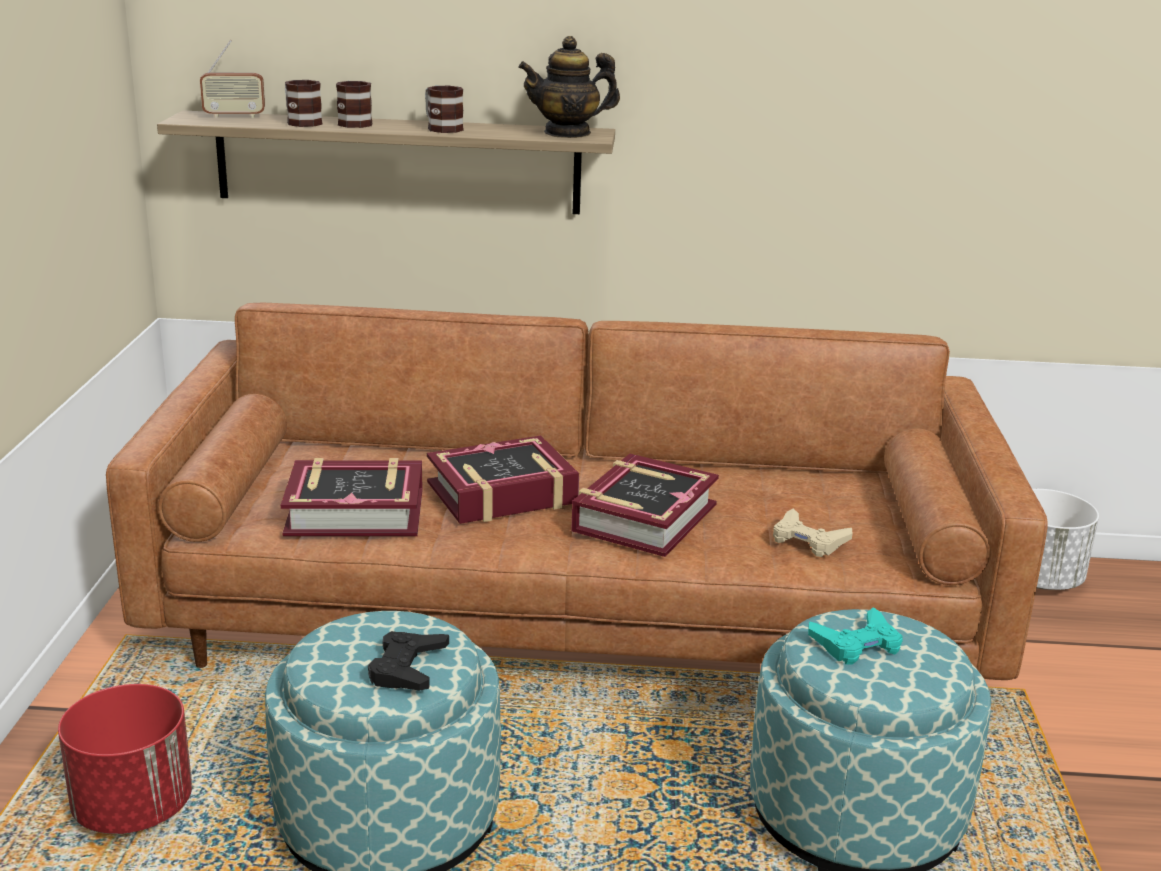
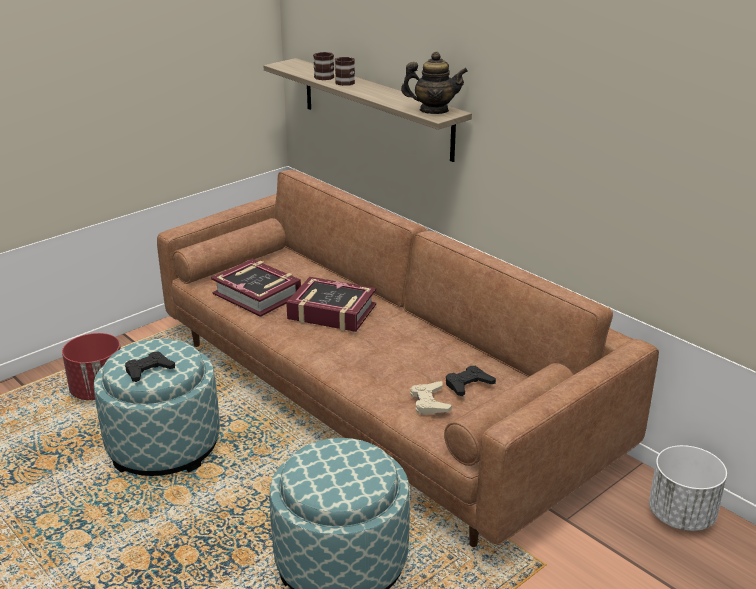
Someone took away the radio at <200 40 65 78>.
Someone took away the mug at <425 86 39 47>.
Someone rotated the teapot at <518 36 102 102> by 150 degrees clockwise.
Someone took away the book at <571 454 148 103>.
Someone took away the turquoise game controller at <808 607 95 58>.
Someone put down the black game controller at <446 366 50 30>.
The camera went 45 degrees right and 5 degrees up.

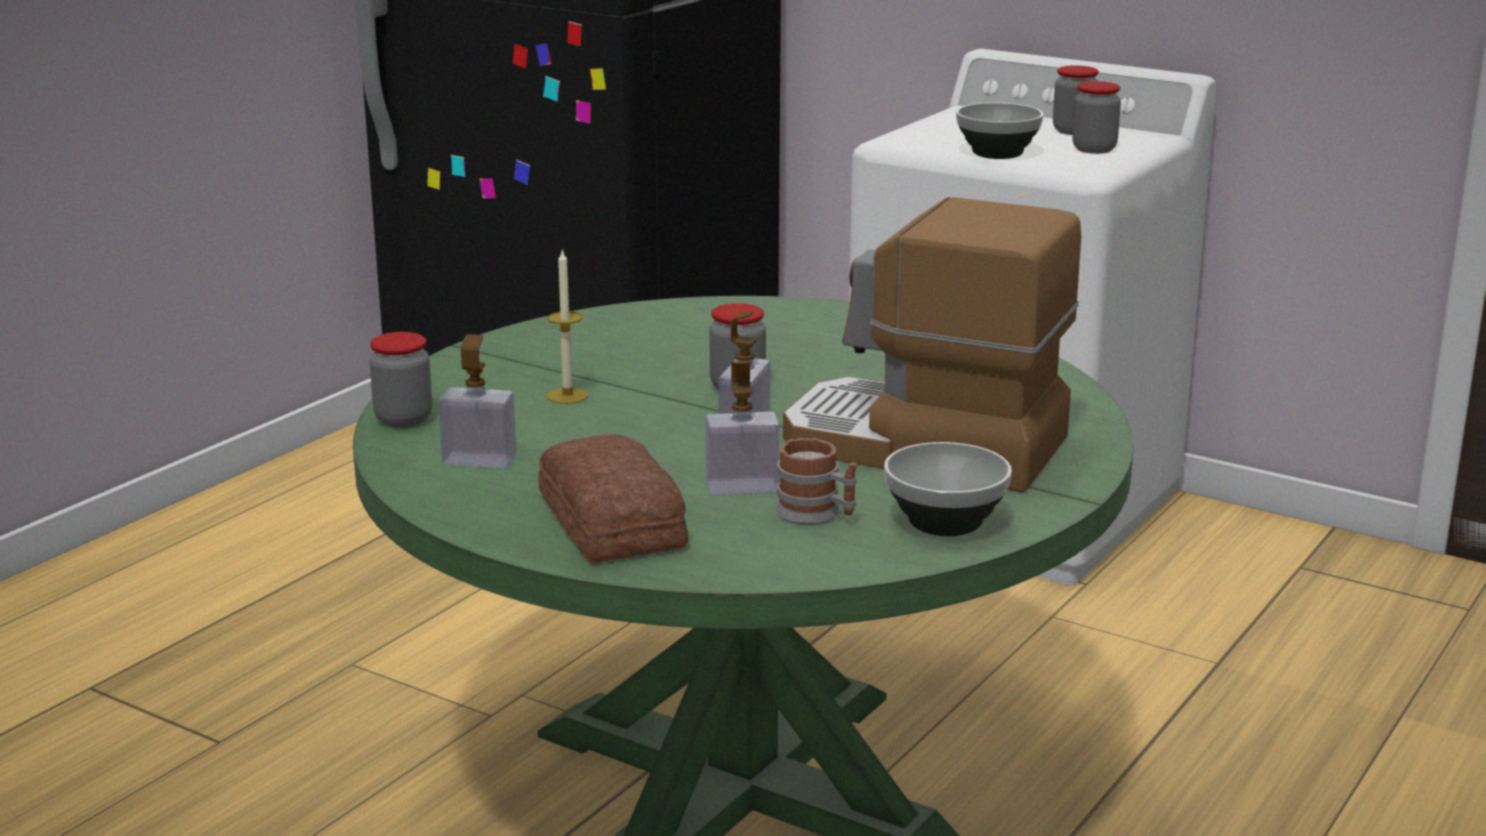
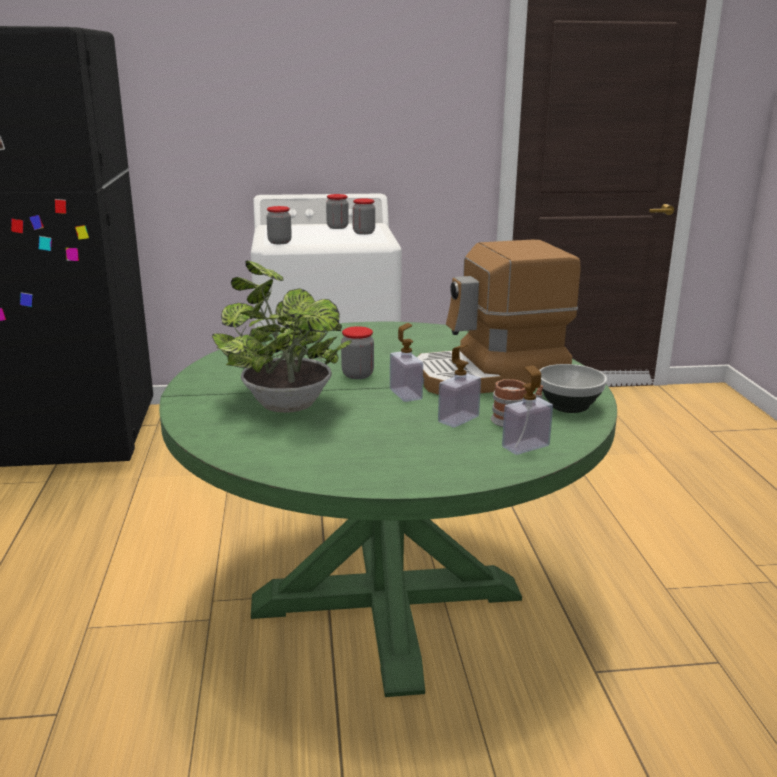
Someone carried the jar from <369 332 63 95> to <266 206 26 38>.
Someone carried the soap dispenser from <438 334 79 135> to <502 365 51 90>.
Someone took away the bread at <539 434 149 129>.
Someone swapped the candle at <547 248 41 156> for the potted plant at <212 260 140 153>.
Someone took away the bowl at <956 103 87 56>.
The camera went 40 degrees left and 0 degrees up.

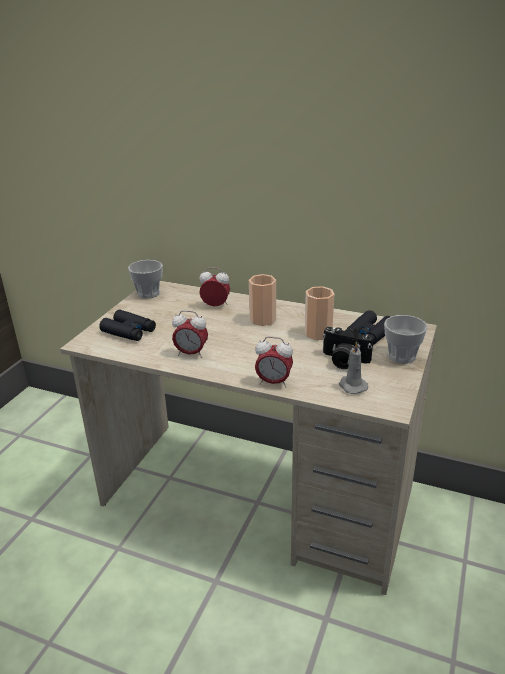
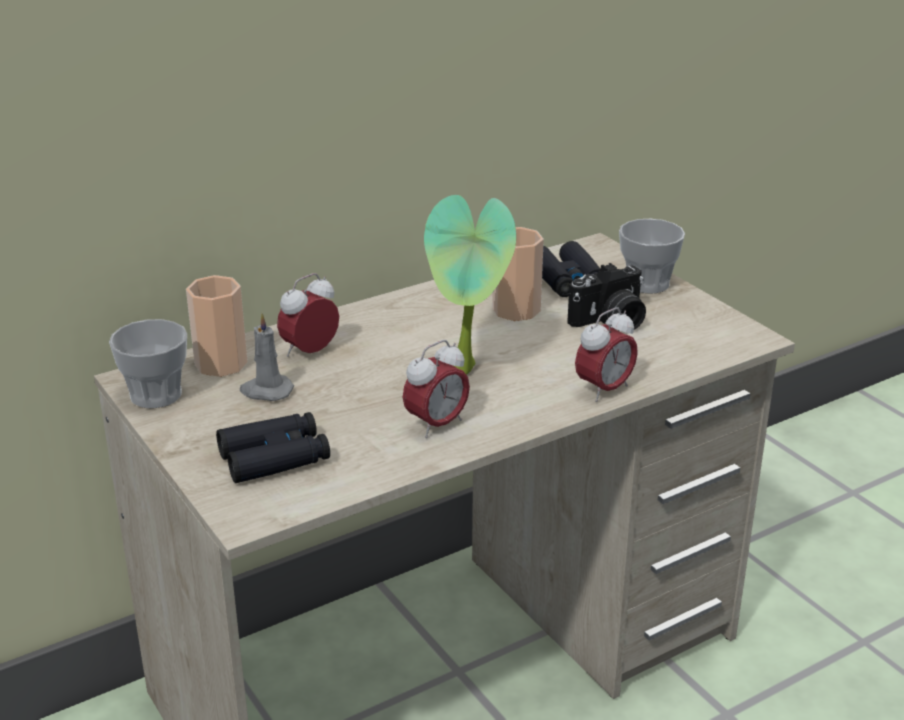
Someone carried the cup from <249 274 27 52> to <186 275 62 102>.
Someone carried the grey candle from <339 341 29 53> to <240 313 54 88>.
Someone put down the potted plant at <424 195 92 180>.
The camera went 55 degrees left and 0 degrees up.

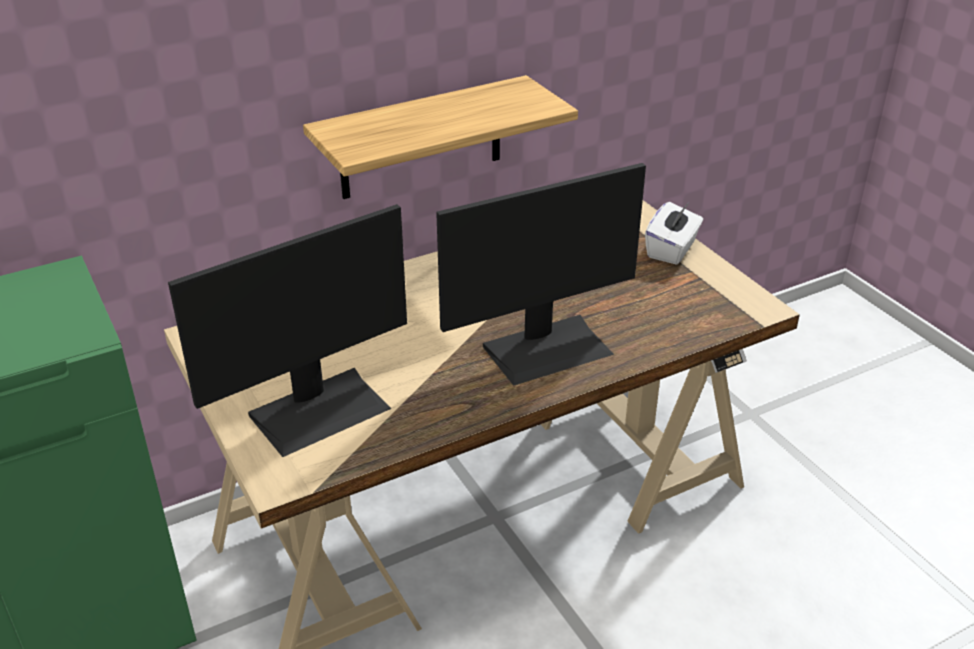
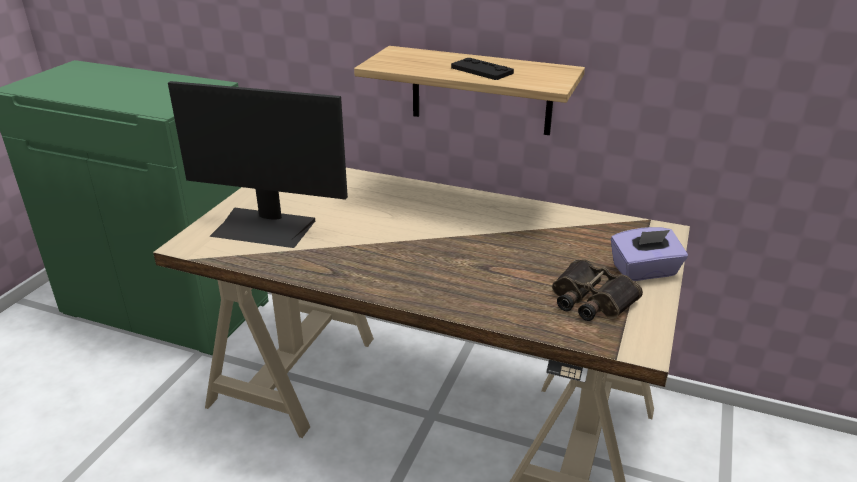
Someone took away the monitor at <436 163 210 223>.
Someone repainted the white tissue box at <645 202 58 63>, which became the purple tissue box at <611 227 77 54>.
Someone put down the black game controller at <451 58 63 22>.
Someone put down the binoculars at <552 259 91 62>.
The camera went 50 degrees right and 5 degrees down.

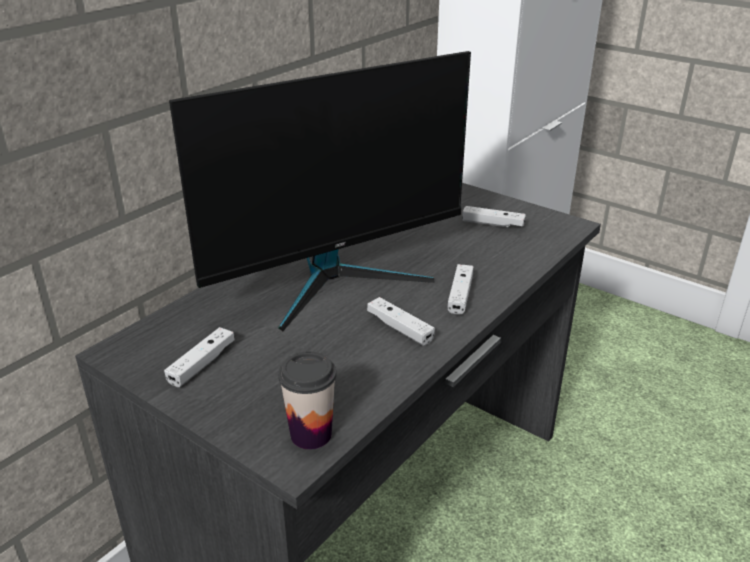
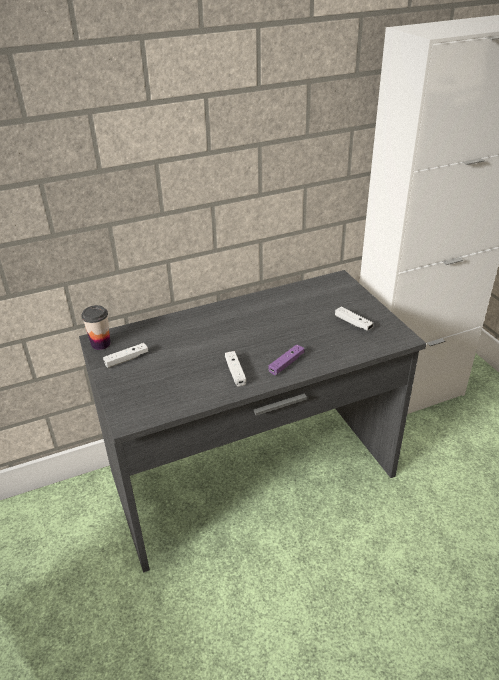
Someone took away the monitor at <169 51 302 280>.
Someone carried the cup from <278 351 58 99> to <81 305 29 45>.
Someone repainted the white game controller at <448 264 26 51>, which became the purple game controller at <268 344 37 31>.
The camera went 30 degrees right and 5 degrees up.

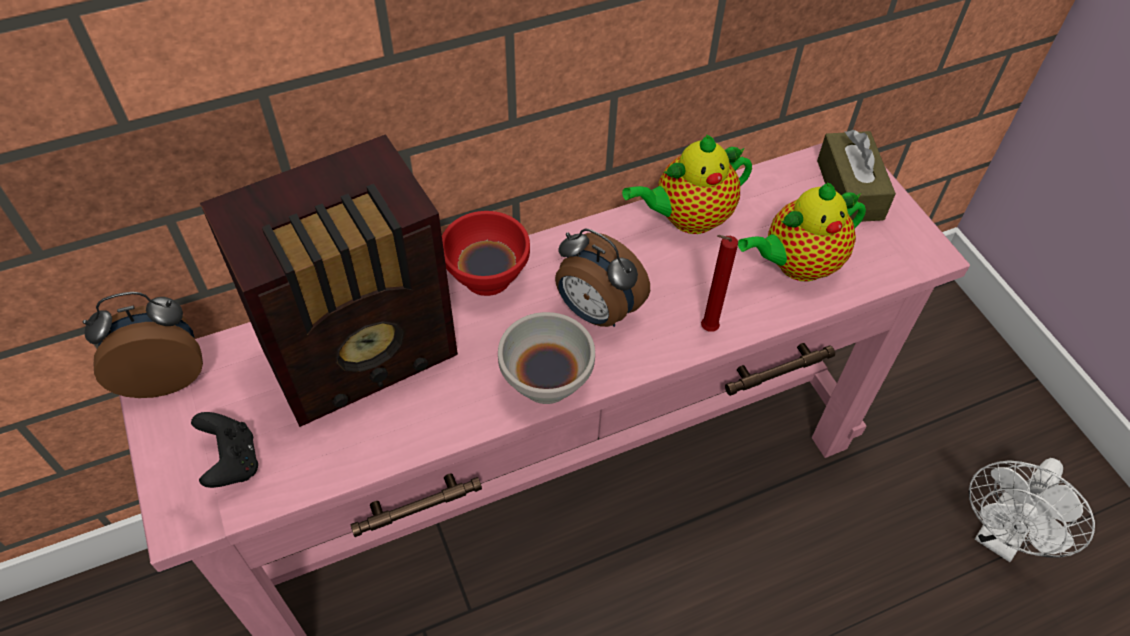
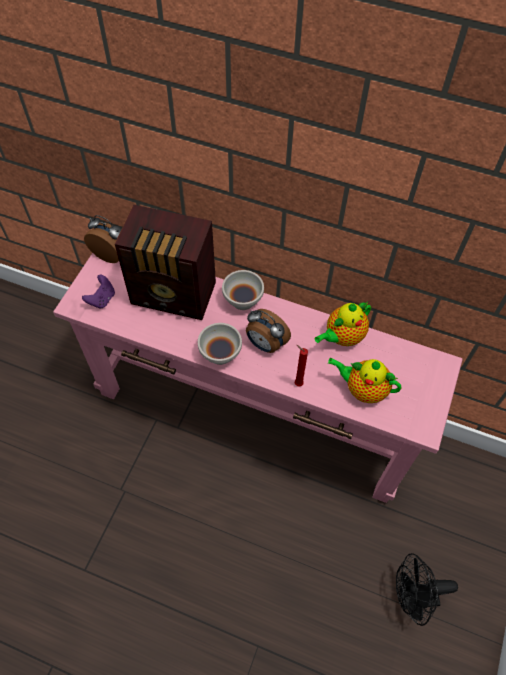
Someone repainted the black game controller at <191 412 67 76>, which became the purple game controller at <82 275 33 34>.
Someone repainted the red bowl at <442 211 88 85>, which became the white bowl at <222 270 42 40>.
Someone rotated the alarm clock at <555 229 95 98> by 45 degrees counterclockwise.
Someone rotated the teapot at <622 135 130 99> by 60 degrees counterclockwise.
Someone took away the brown tissue box at <817 130 79 92>.
Someone repainted the white fan at <969 458 126 104>, which became the black fan at <396 553 62 73>.
The camera went 45 degrees right and 5 degrees up.

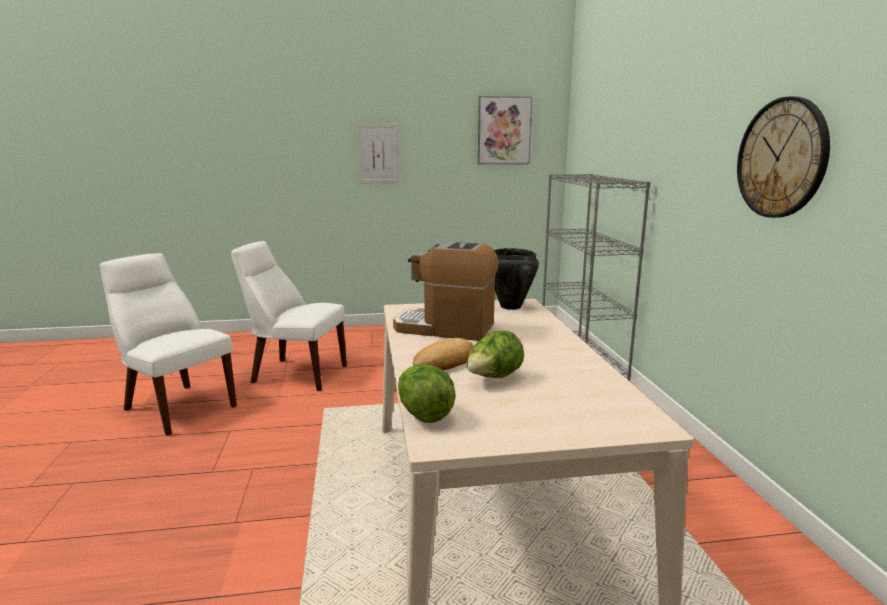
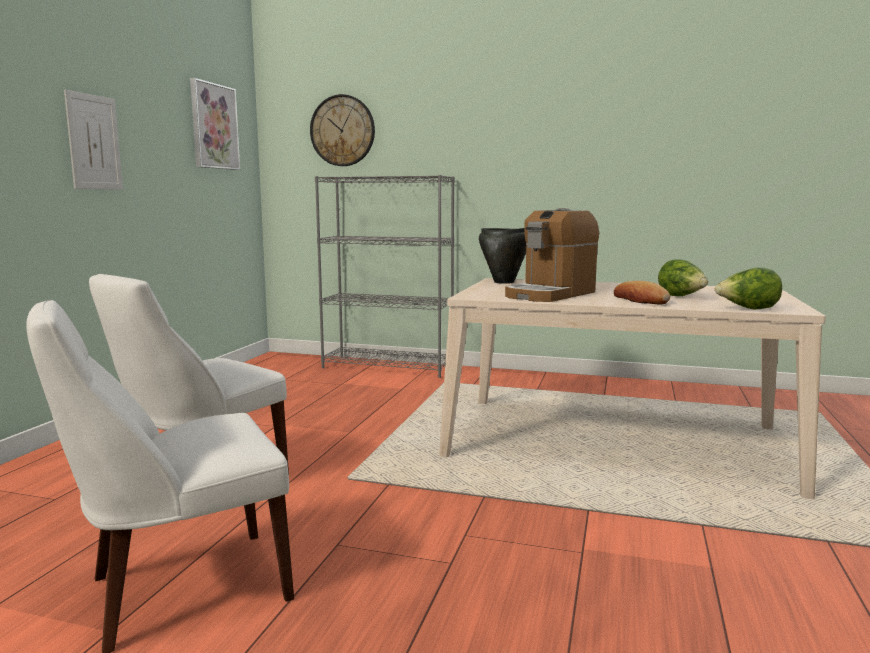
Someone carried the wall clock from <737 97 93 121> to <310 94 65 72>.
The camera went 65 degrees left and 5 degrees down.

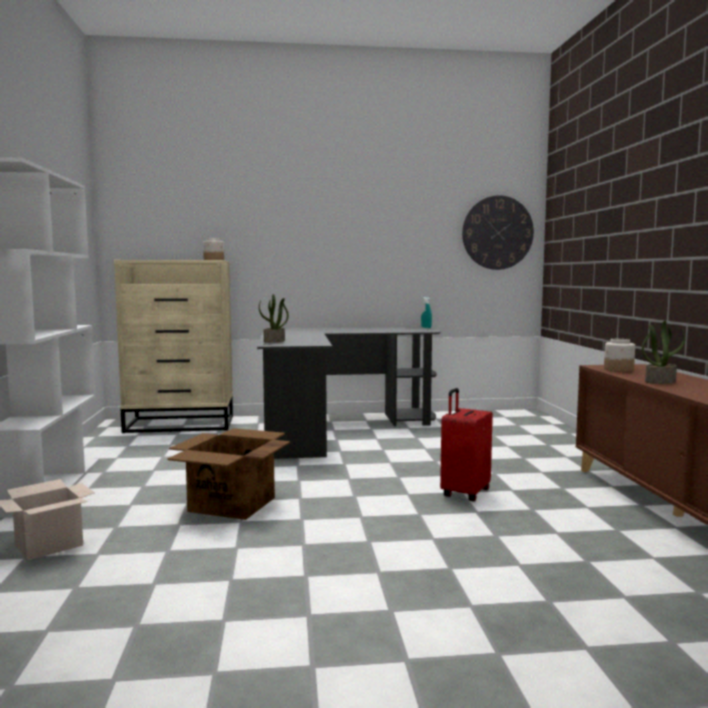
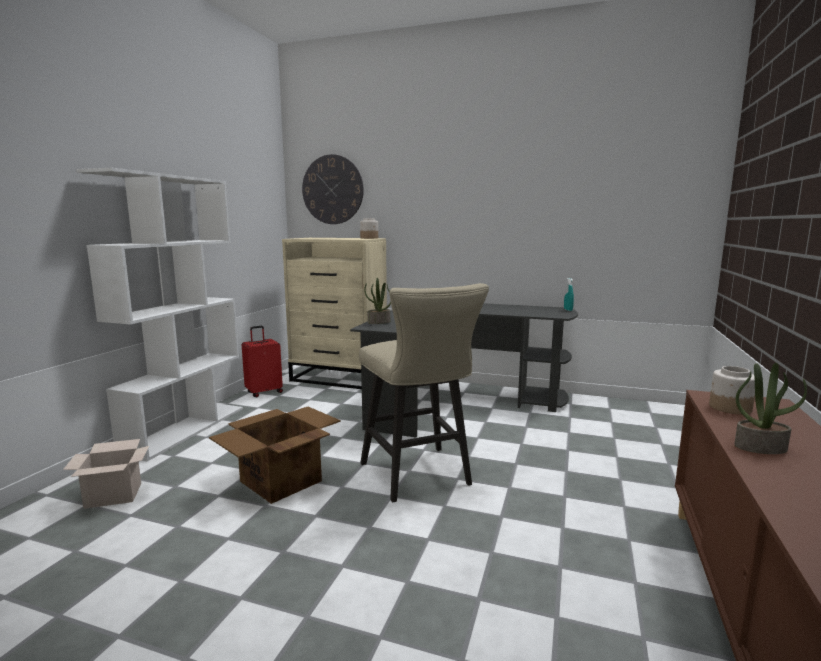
Someone carried the red suitcase from <440 388 53 114> to <242 326 41 72>.
Someone carried the wall clock from <462 195 72 75> to <302 154 62 70>.
Someone put down the beige stool at <359 283 130 219>.
The camera went 25 degrees right and 5 degrees up.

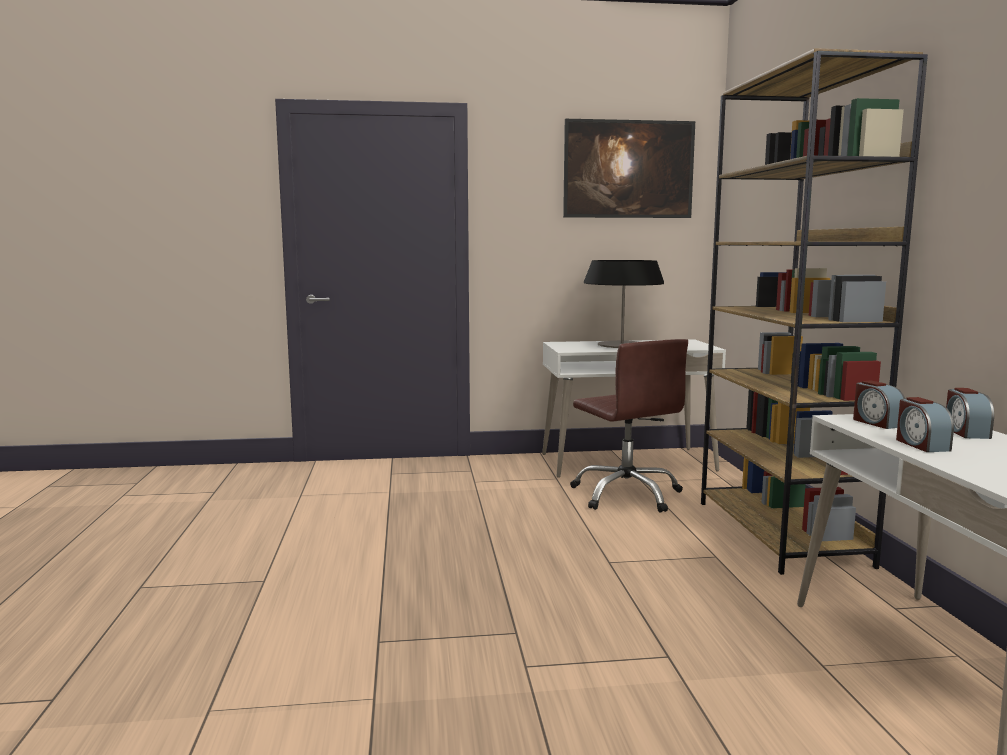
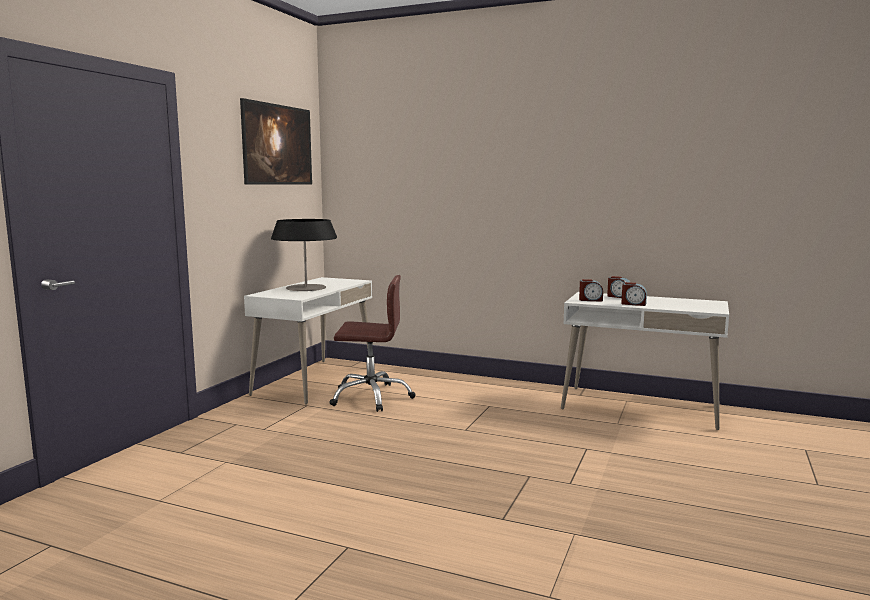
Someone took away the brown bookcase at <701 48 227 527>.
The camera went 60 degrees left and 0 degrees up.

